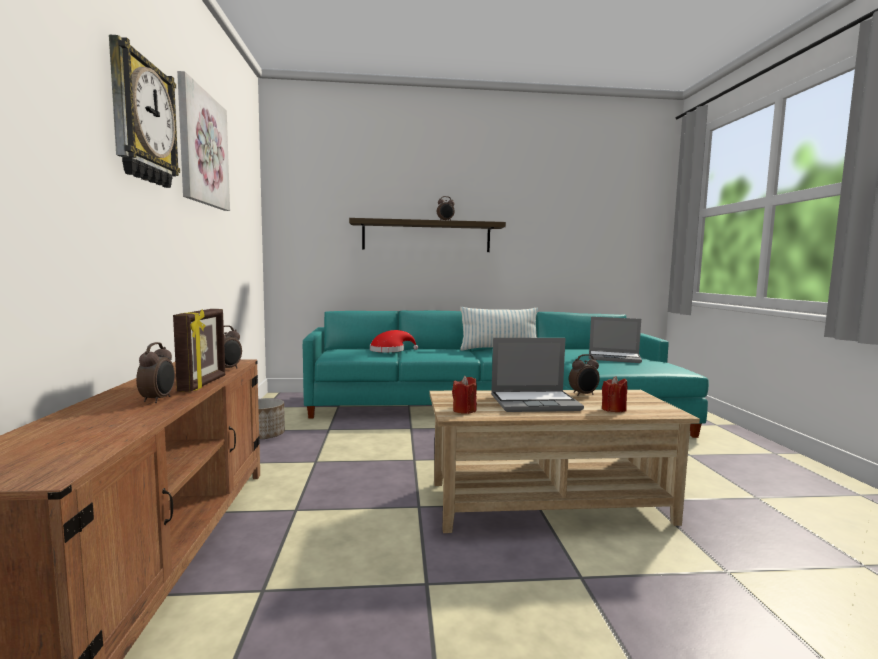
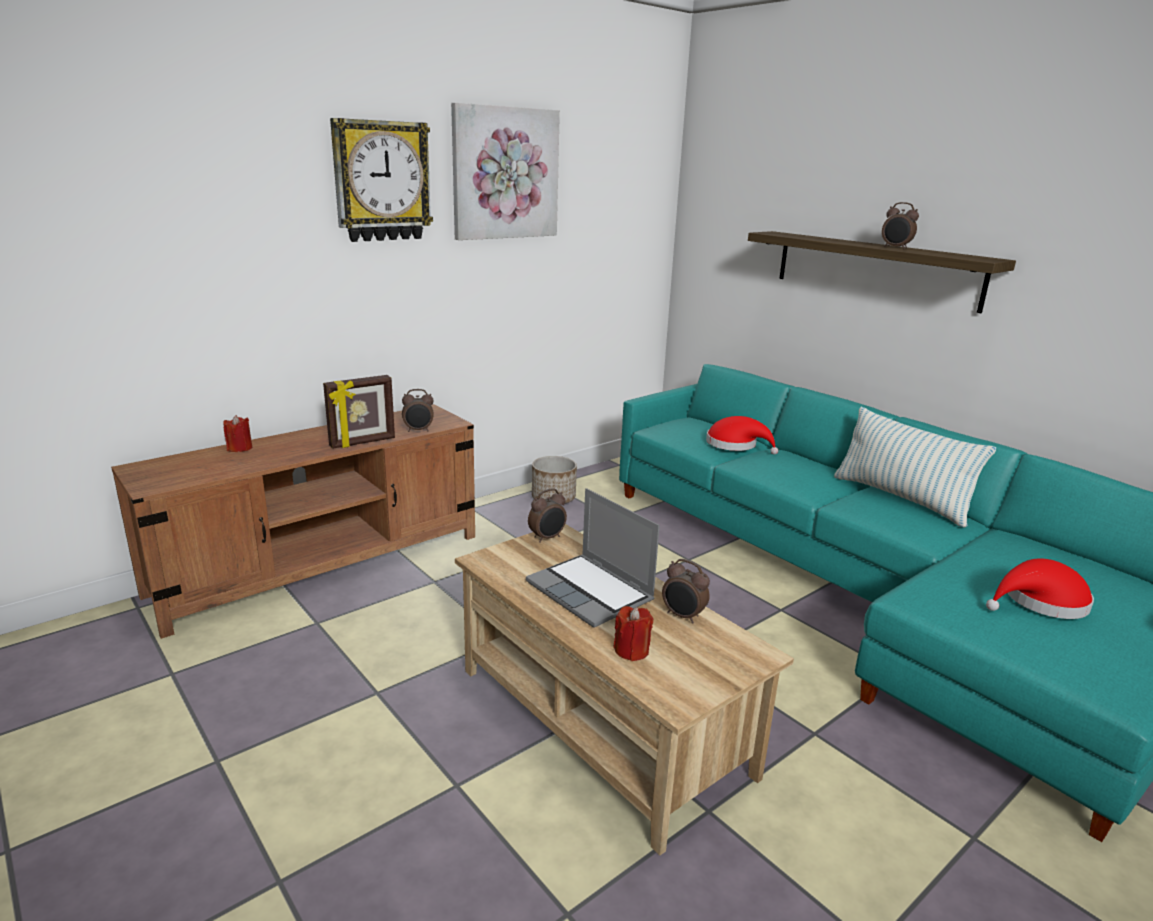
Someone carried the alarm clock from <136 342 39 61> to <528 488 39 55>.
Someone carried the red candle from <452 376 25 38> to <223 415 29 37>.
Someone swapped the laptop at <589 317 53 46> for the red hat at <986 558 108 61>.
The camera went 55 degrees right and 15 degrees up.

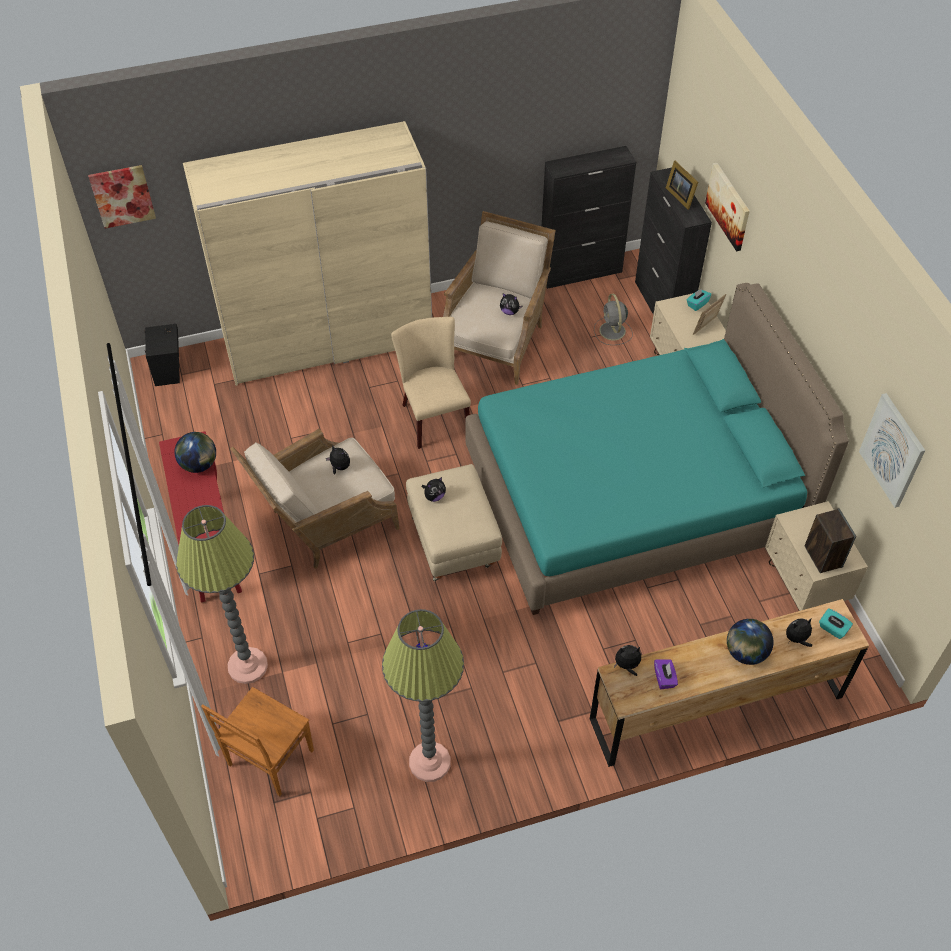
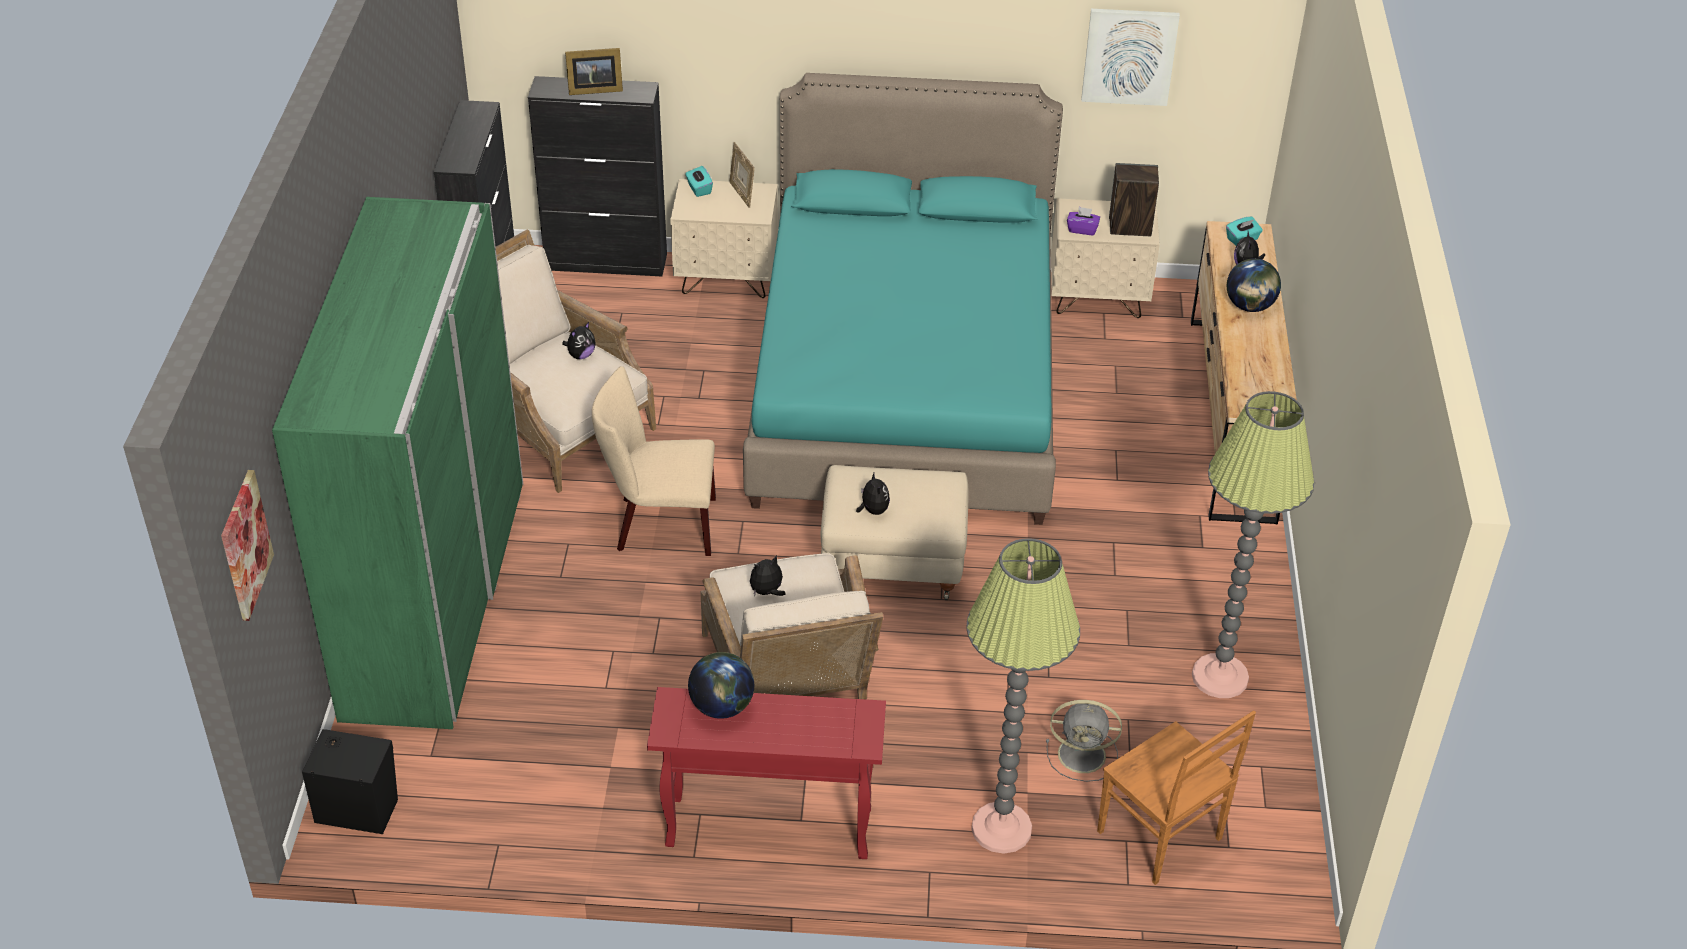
Someone repainted the beige wardrobe at <183 121 249 265>, which became the green wardrobe at <272 197 252 532>.
Someone carried the grey fan from <594 294 39 51> to <1046 700 76 82>.
Someone took away the plush toy at <614 645 27 31>.
Someone carried the purple tissue box from <654 660 24 29> to <1067 207 33 28>.
Someone took away the picture at <705 163 45 88>.
The camera went 70 degrees left and 10 degrees down.

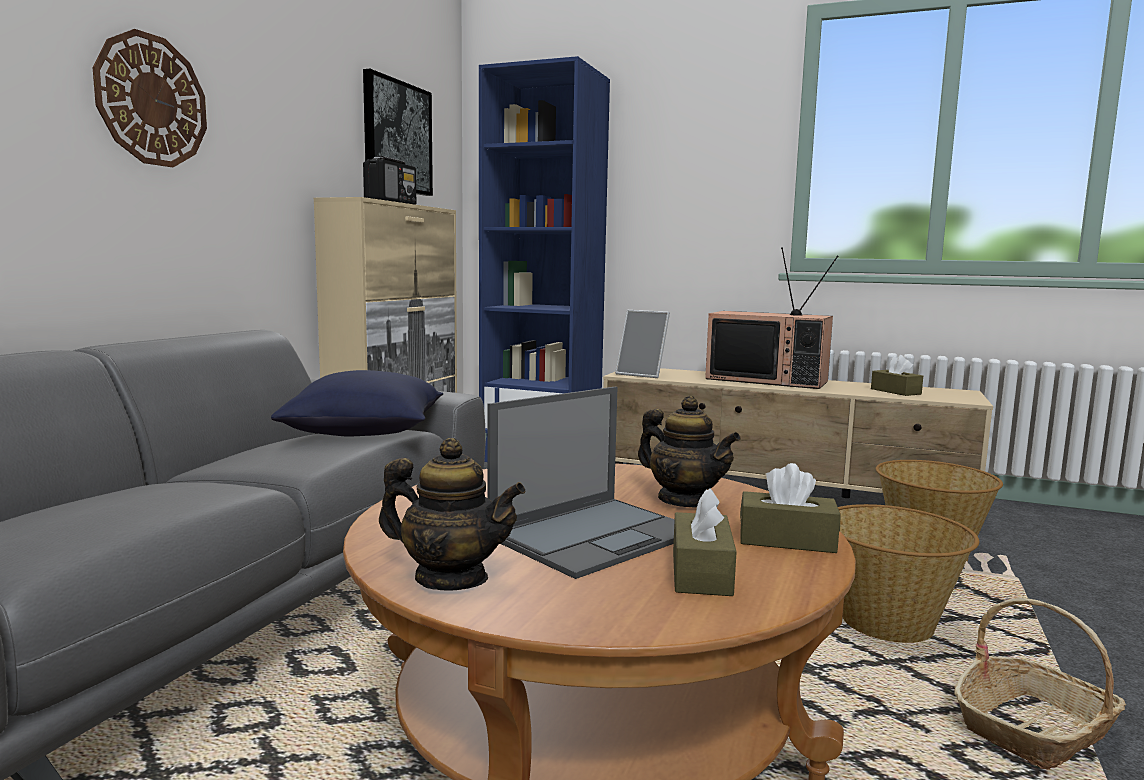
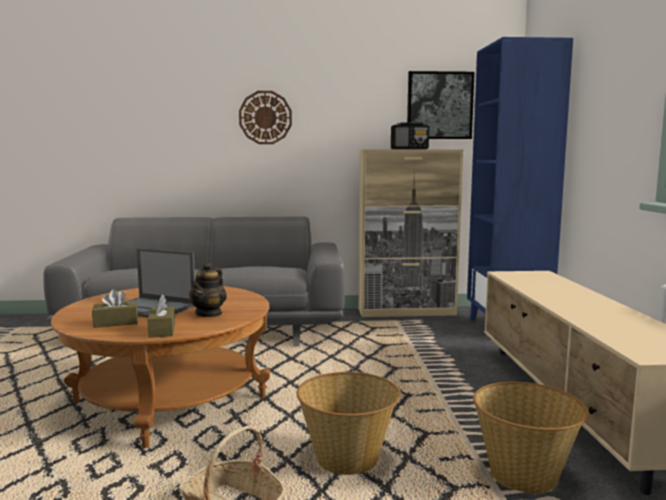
Someone took away the blue pillow at <271 370 172 67>.
Someone took away the teapot at <379 438 147 153>.
Someone took away the picture frame at <615 310 55 68>.
Someone took away the television at <705 247 134 142>.
Someone took away the brown tissue box at <871 355 52 41>.
The camera went 65 degrees right and 0 degrees up.

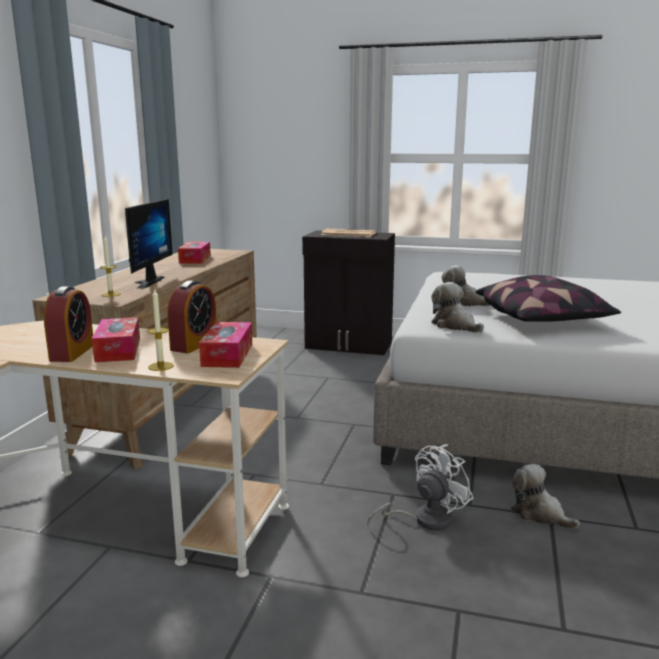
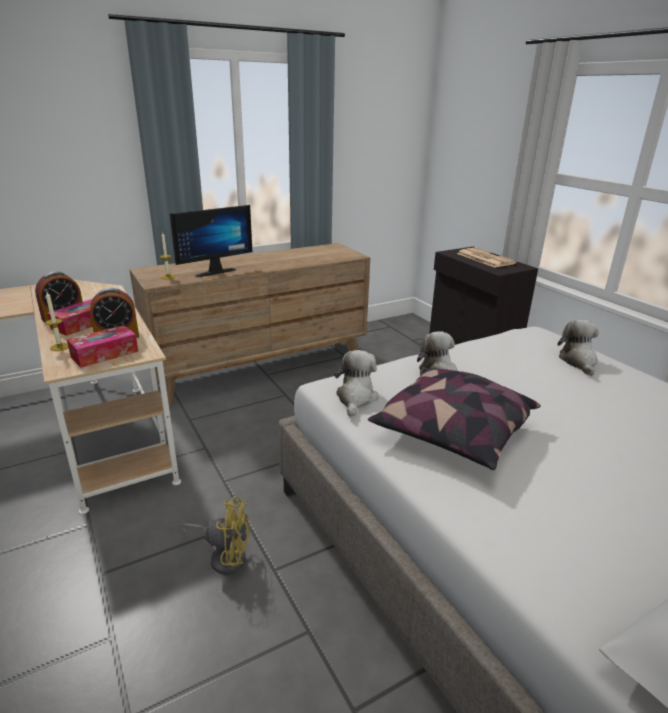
Someone took away the tissue box at <178 242 33 22>.
Someone repainted the white fan at <367 444 106 87>, which became the yellow fan at <181 497 69 78>.
Someone carried the plush toy from <511 464 69 65> to <558 320 41 56>.
The camera went 45 degrees right and 10 degrees up.

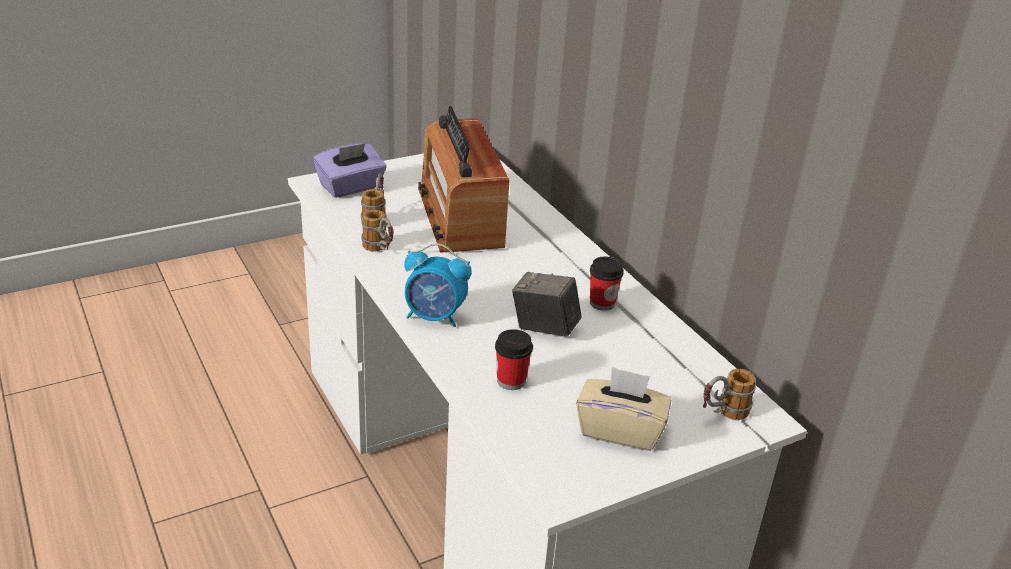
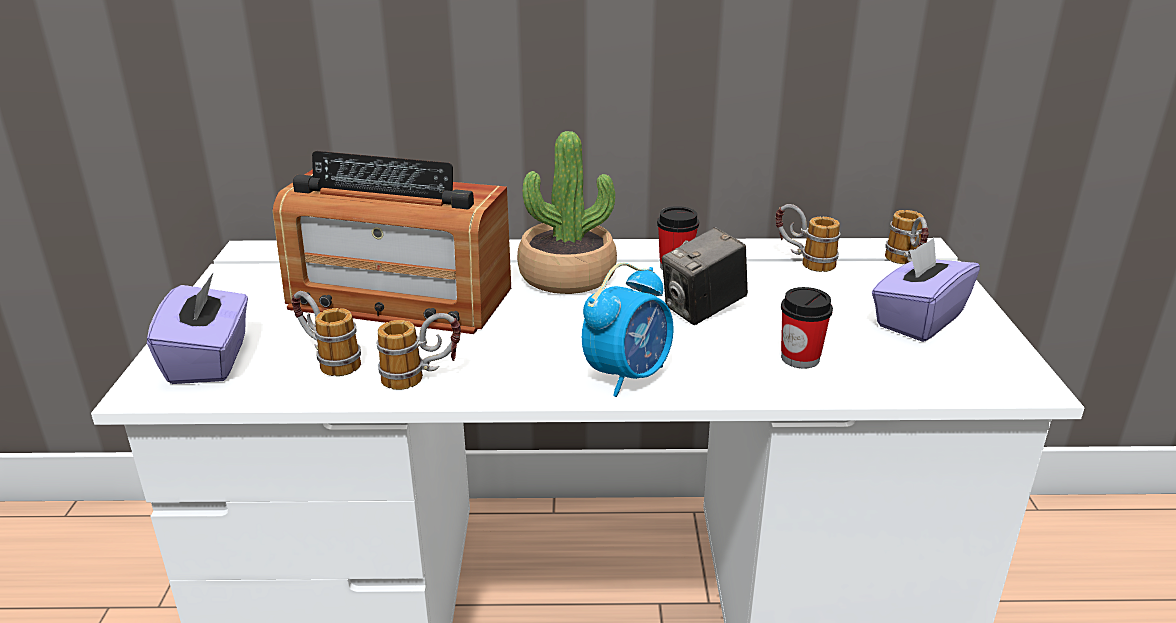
Someone repainted the beige tissue box at <576 367 95 84>, which became the purple tissue box at <872 238 108 104>.
Someone put down the potted plant at <517 131 100 163>.
Someone put down the mug at <776 204 65 68>.
The camera went 60 degrees left and 5 degrees down.

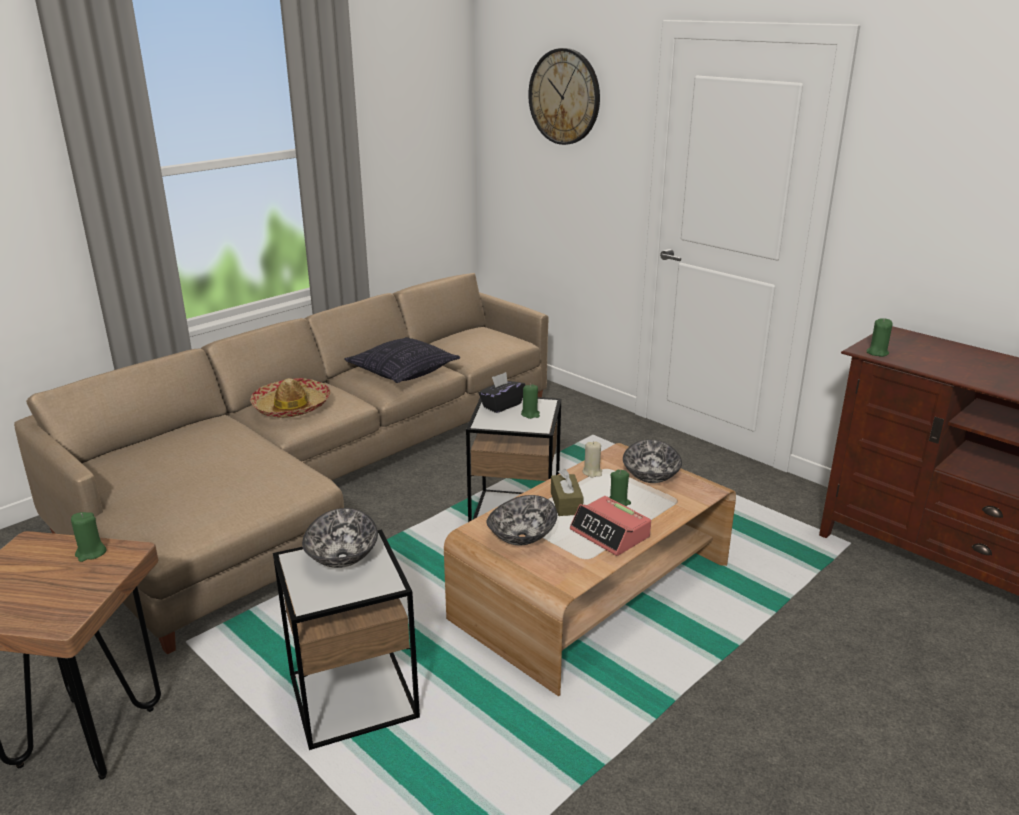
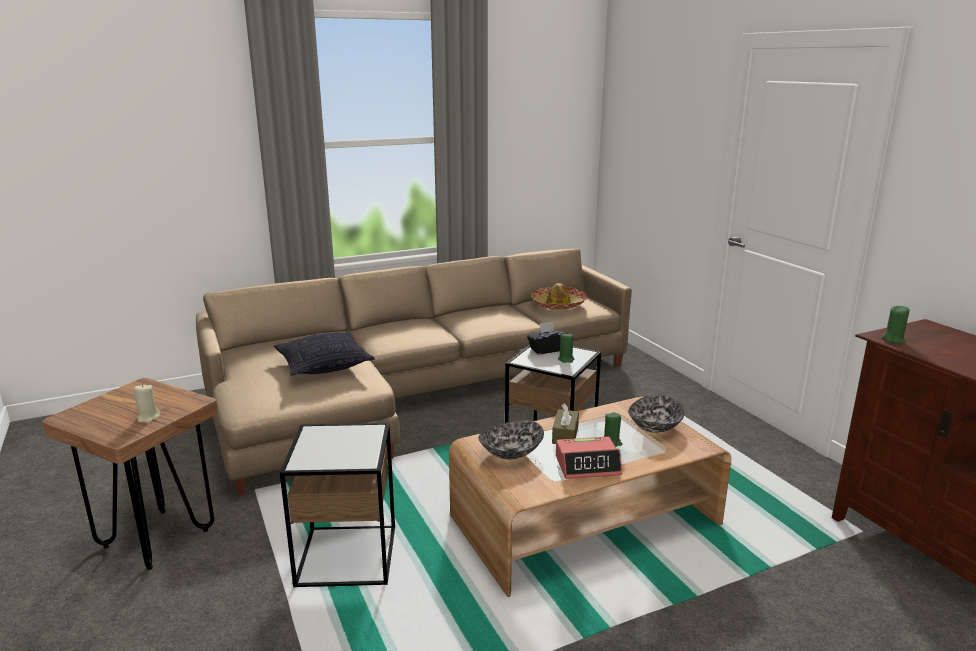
Someone took away the green candle at <71 512 36 50>.
Someone carried the hat from <250 378 81 40> to <531 283 56 27>.
Someone took away the bowl at <302 508 76 60>.
Someone carried the pillow from <344 337 116 46> to <274 332 101 44>.
Someone took away the wall clock at <528 48 72 97>.
Someone rotated the alarm clock at <570 496 81 60> by 75 degrees counterclockwise.
Someone carried the beige candle from <583 441 19 36> to <133 384 27 39>.
The camera went 20 degrees right and 5 degrees down.

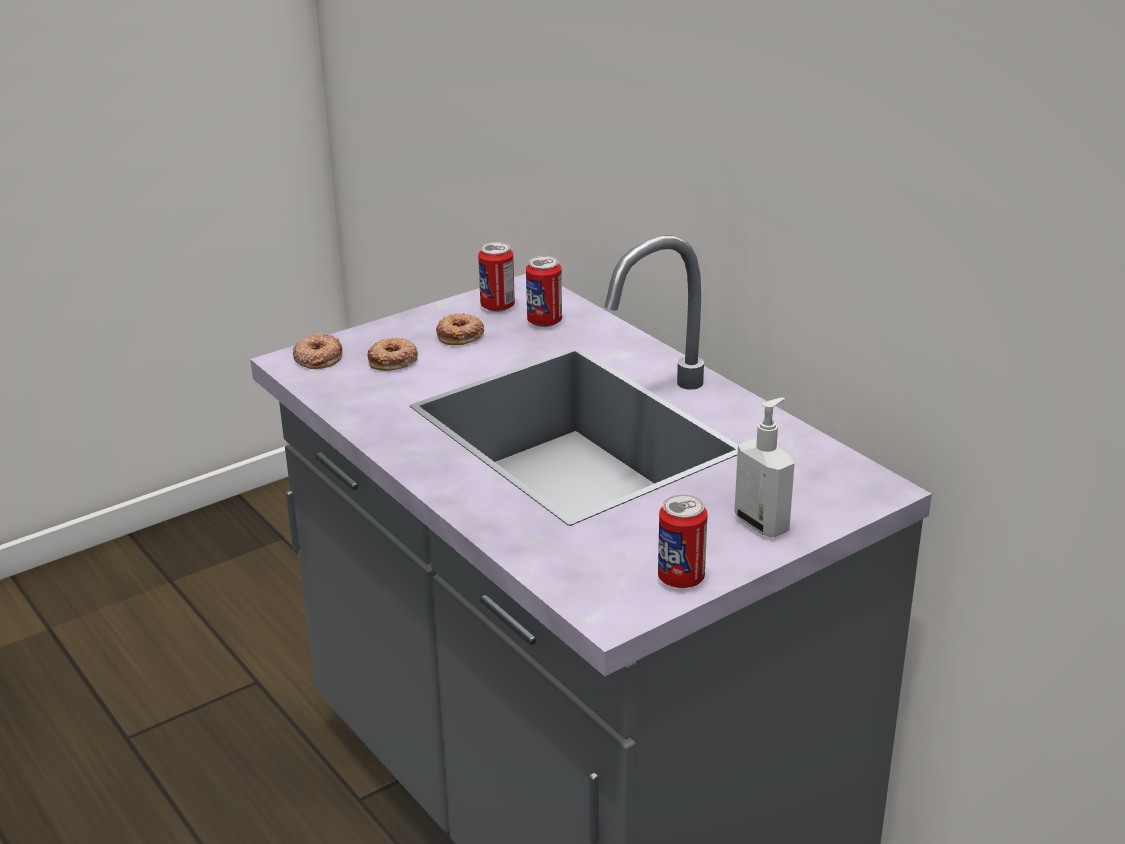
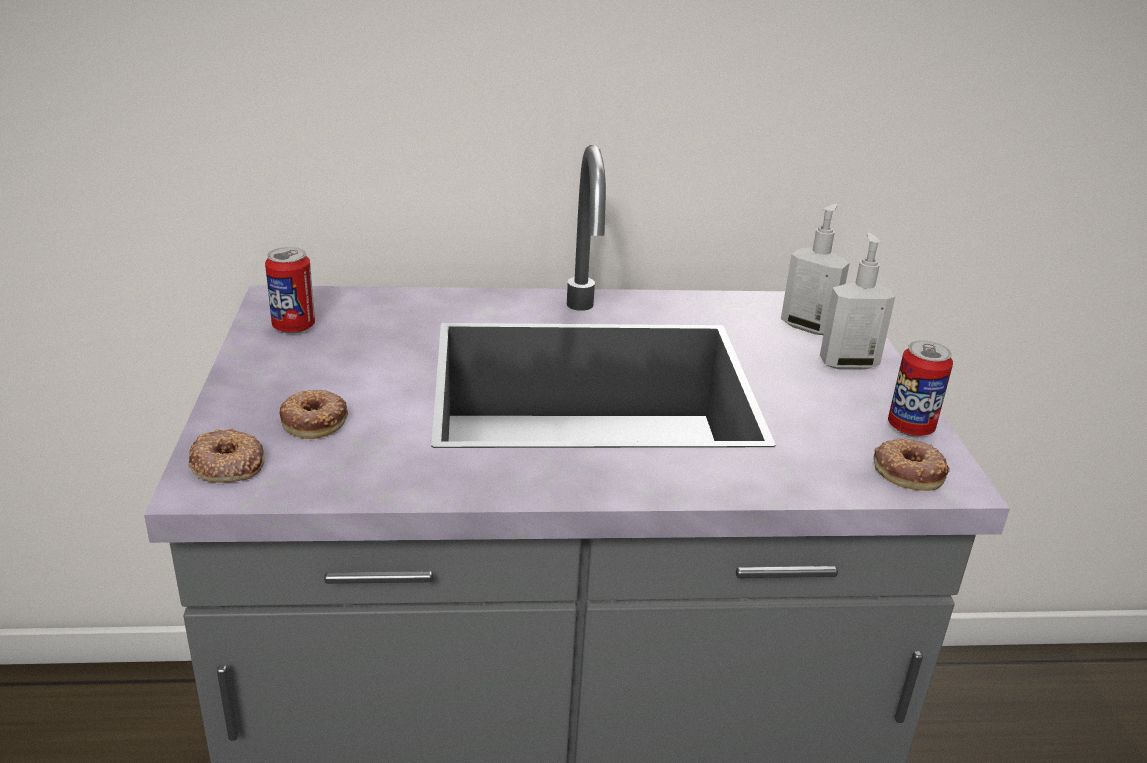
Someone carried the donut from <436 313 48 32> to <874 438 76 53>.
Someone took away the can at <526 256 36 71>.
Someone put down the soap dispenser at <781 204 69 131>.
The camera went 60 degrees left and 0 degrees up.

